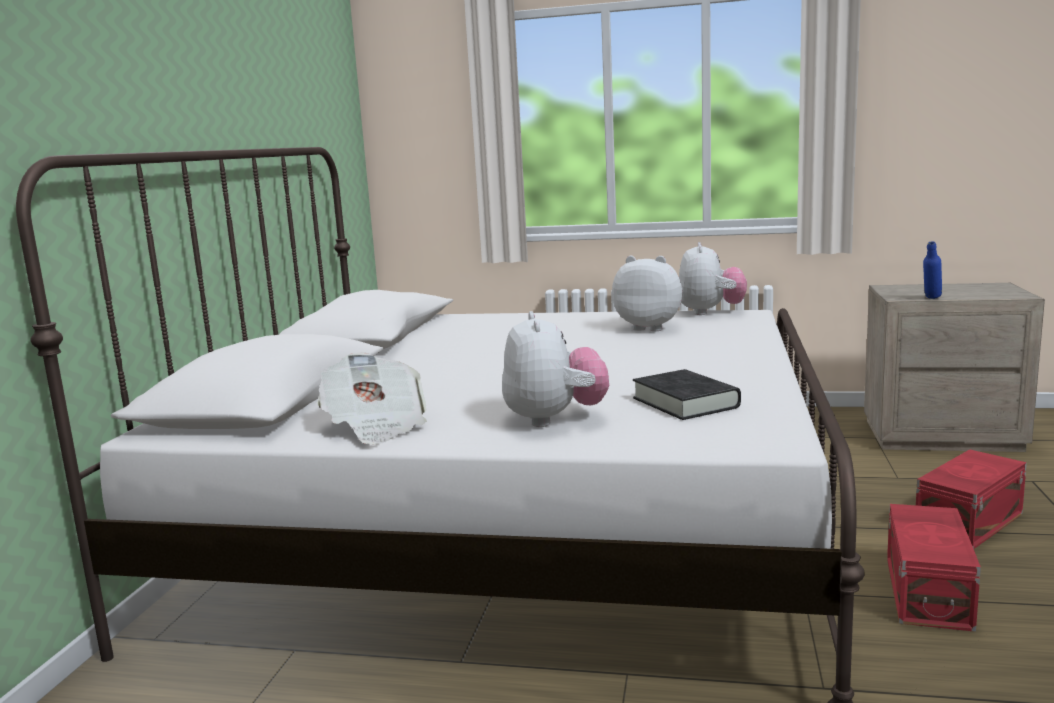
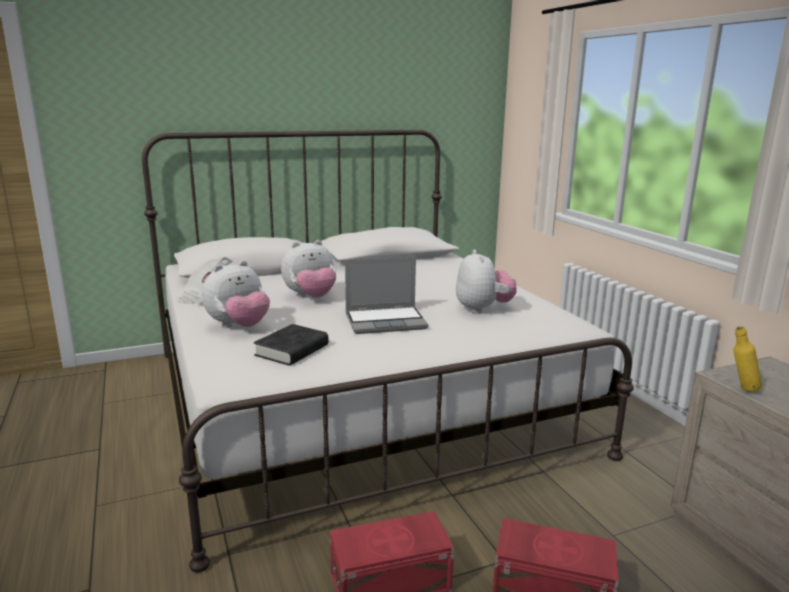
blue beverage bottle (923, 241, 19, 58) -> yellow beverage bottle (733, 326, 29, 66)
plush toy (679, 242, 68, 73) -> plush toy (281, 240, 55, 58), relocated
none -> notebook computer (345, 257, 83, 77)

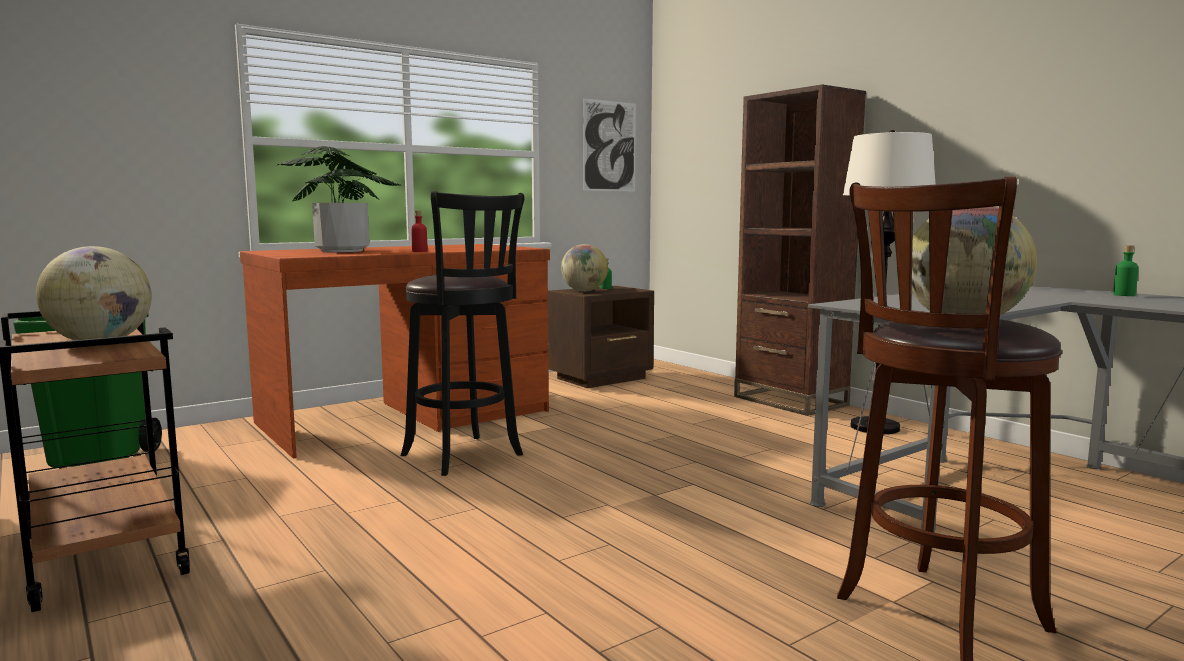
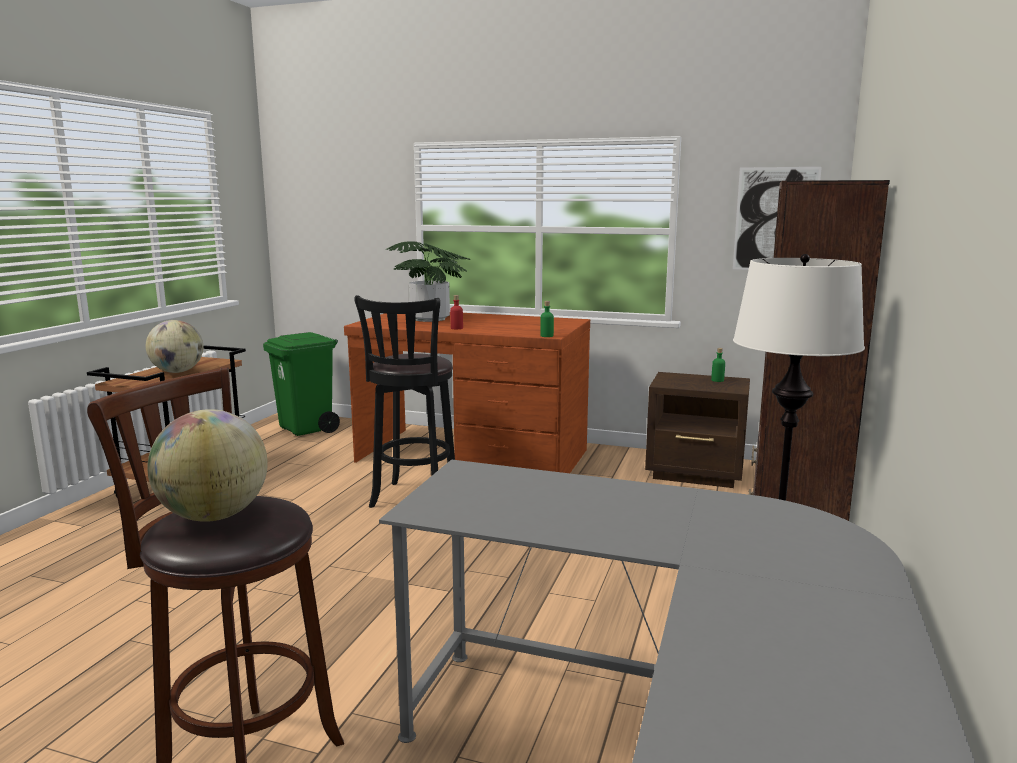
globe (561, 244, 47, 48) -> none
green beverage bottle (1113, 245, 26, 51) -> green beverage bottle (540, 301, 14, 36), relocated

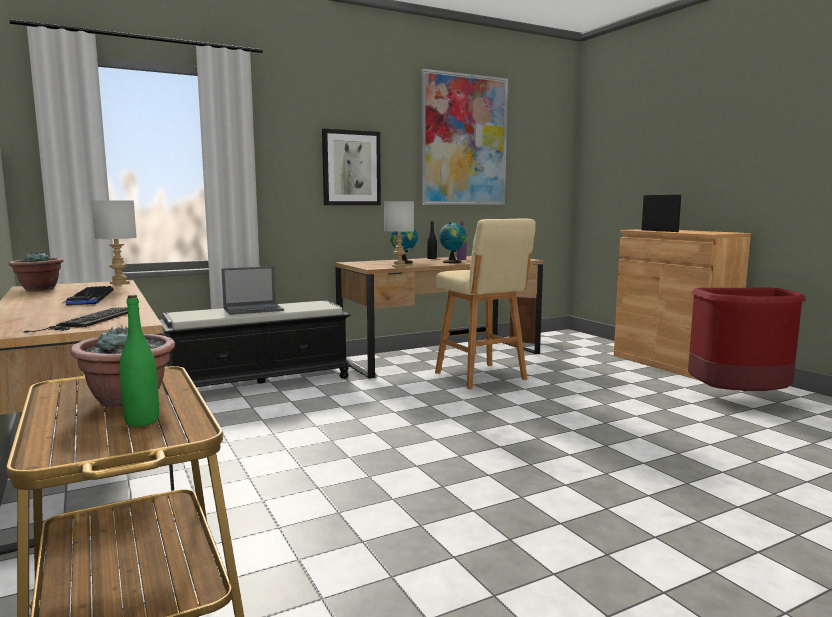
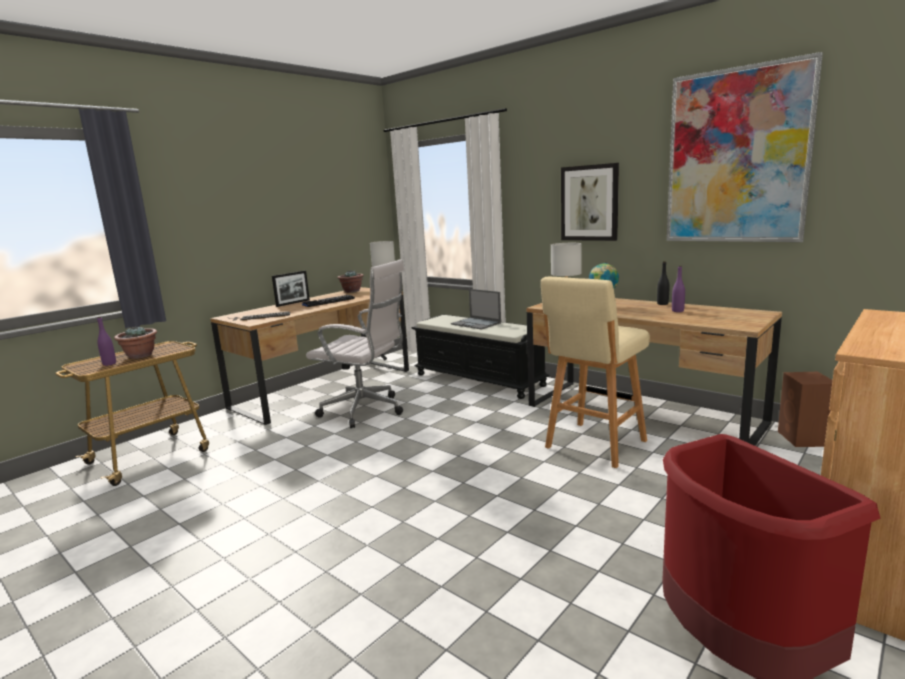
standing frame (642, 195, 39, 37) -> standing frame (272, 271, 38, 36), relocated
globe (439, 223, 28, 40) -> none
green beverage bottle (119, 295, 40, 132) -> purplish beverage bottle (97, 317, 19, 49)
none -> white computer chair (306, 259, 99, 169)

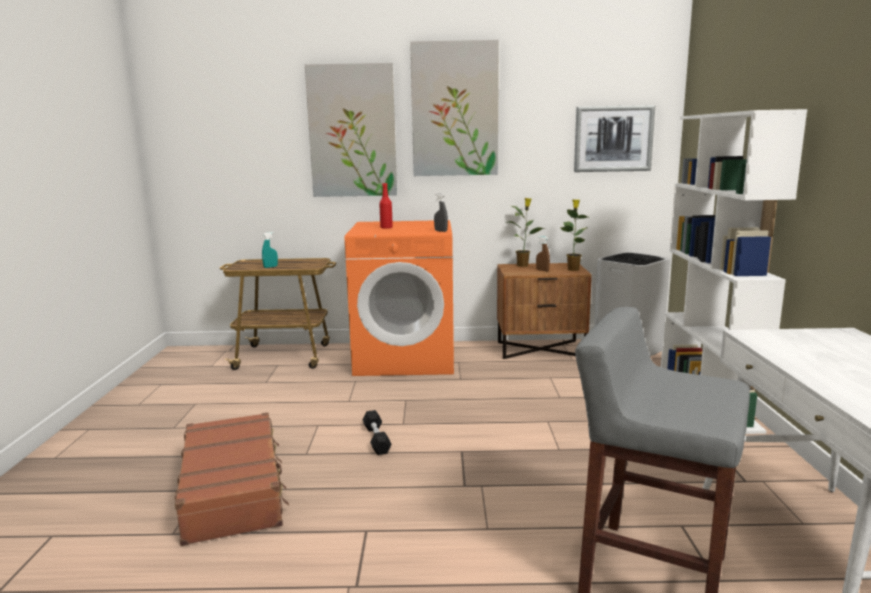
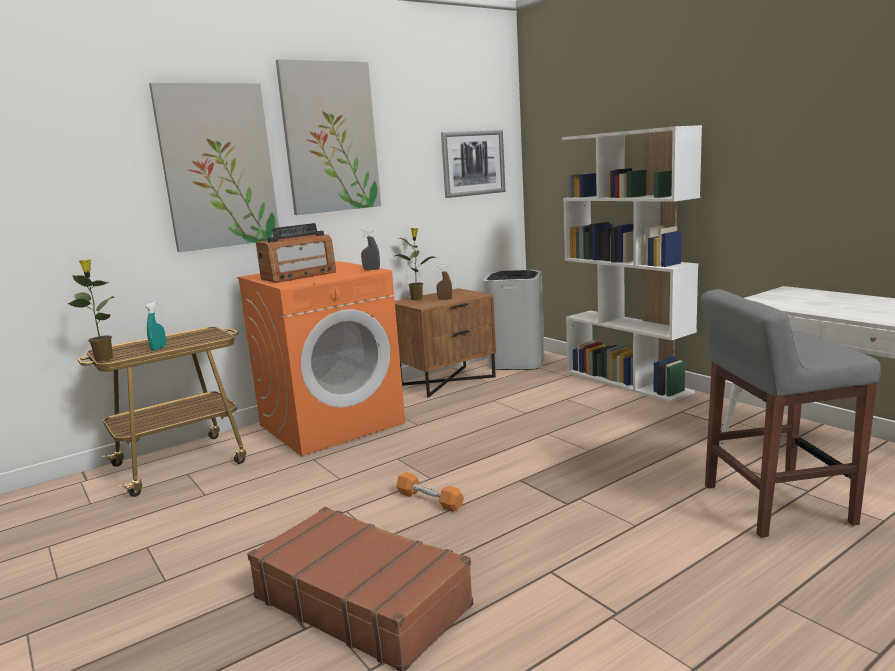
red-coloured beverage bottle (379, 183, 14, 45) -> radio receiver (256, 223, 80, 60)
potted plant (561, 199, 29, 72) -> potted plant (67, 260, 47, 101), relocated
black dumbbell (363, 410, 29, 45) -> orangey dumbbell (396, 472, 68, 40)

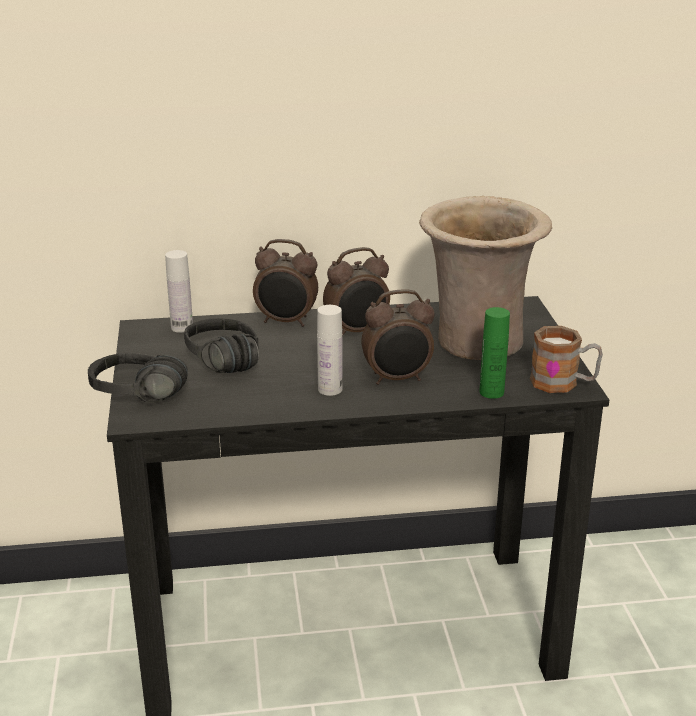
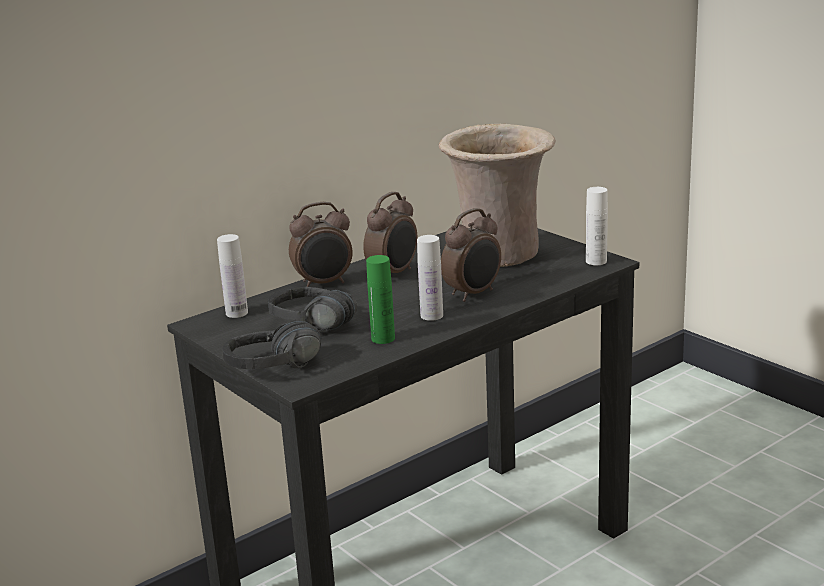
green beverage bottle (479, 307, 31, 92) -> green beverage bottle (366, 255, 29, 89), relocated
coffee mug (530, 326, 73, 67) -> white beverage bottle (586, 187, 22, 78)

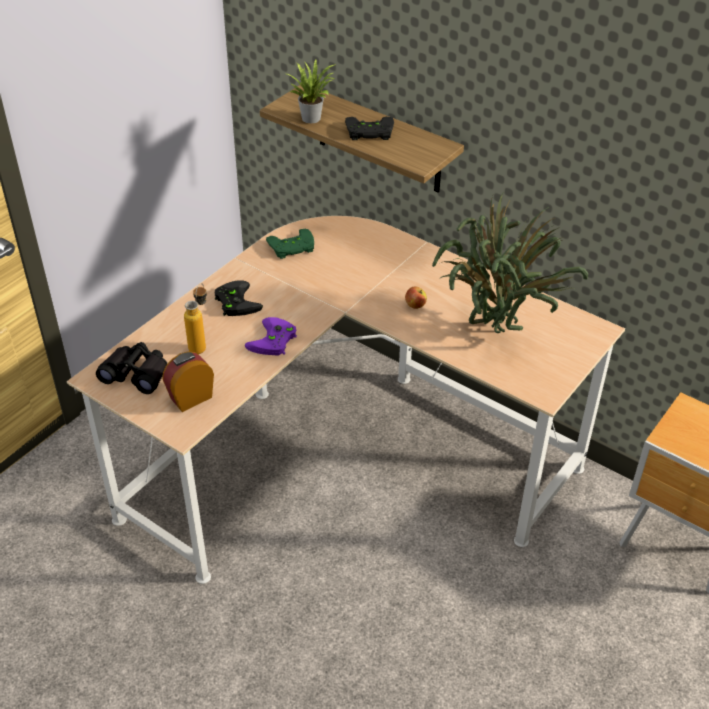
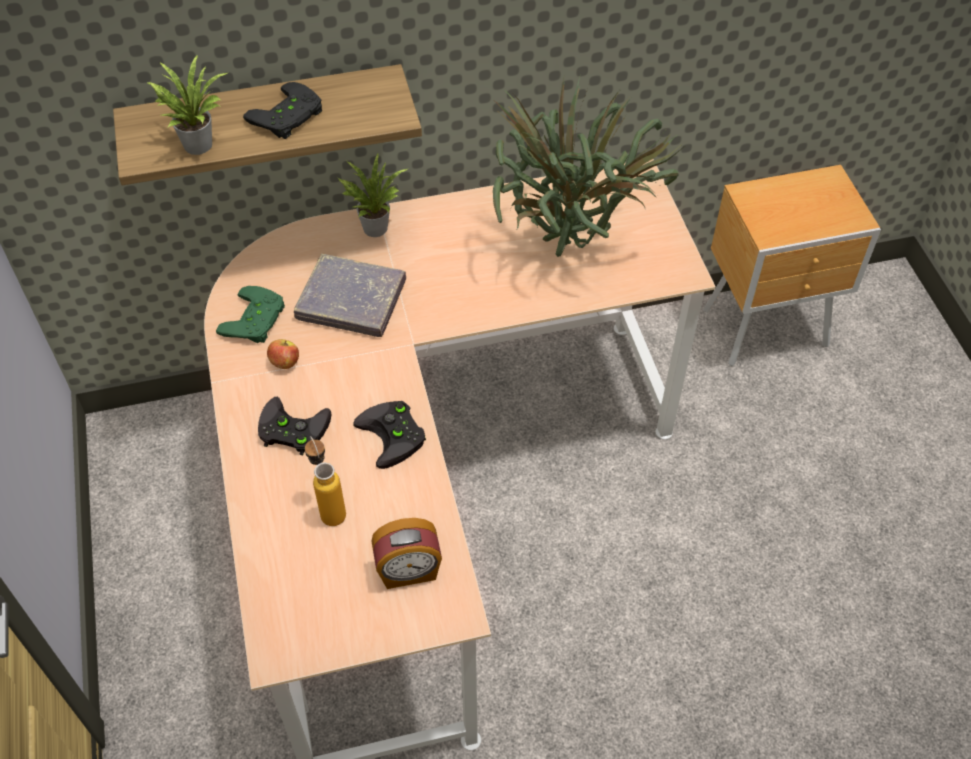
apple (405, 286, 22, 23) -> apple (267, 339, 32, 30), relocated
purplish game controller (245, 317, 52, 38) -> black game controller (353, 401, 73, 68)
black pair of binoculars (96, 342, 71, 52) -> none
alarm clock (162, 351, 52, 61) -> alarm clock (371, 518, 71, 71), 105 degrees counterclockwise
none -> potted plant (338, 154, 69, 83)
none -> grey bound book (294, 254, 112, 83)

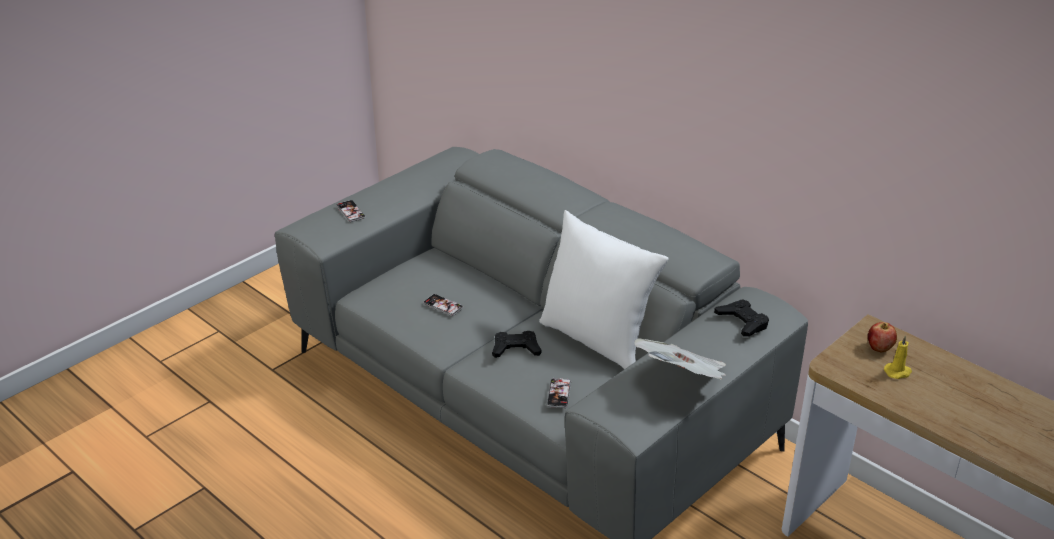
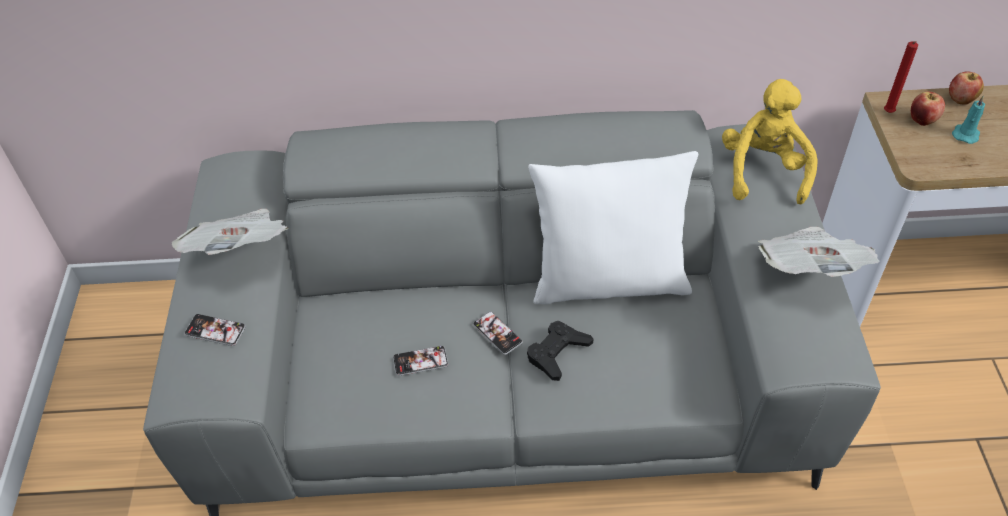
black game controller (714, 299, 55, 38) -> yellow plush toy (722, 79, 96, 126)
yellow wax light (884, 335, 28, 44) -> turquoise wax light (952, 95, 33, 49)
phone (547, 378, 24, 30) -> phone (473, 311, 50, 44), relocated
none -> red-coloured wax light (884, 41, 34, 72)
none -> apple (949, 71, 35, 34)
none -> printed paper (172, 209, 116, 46)

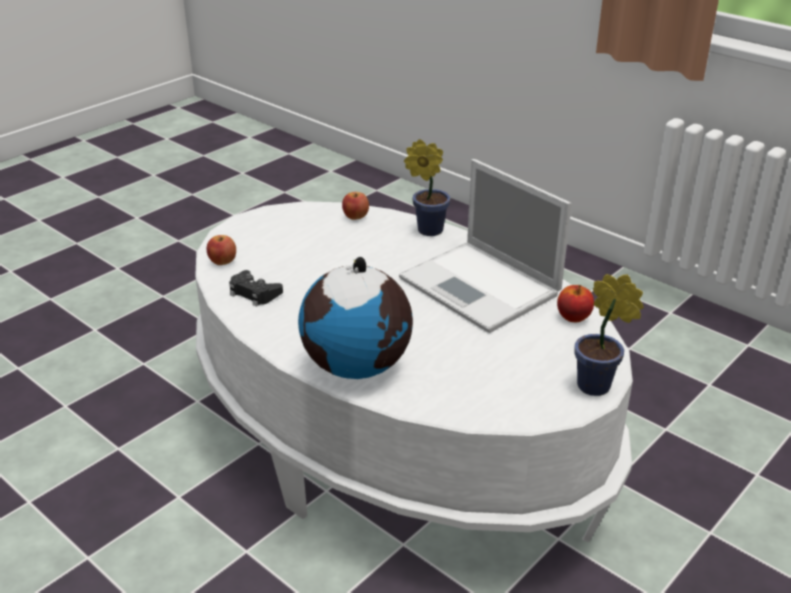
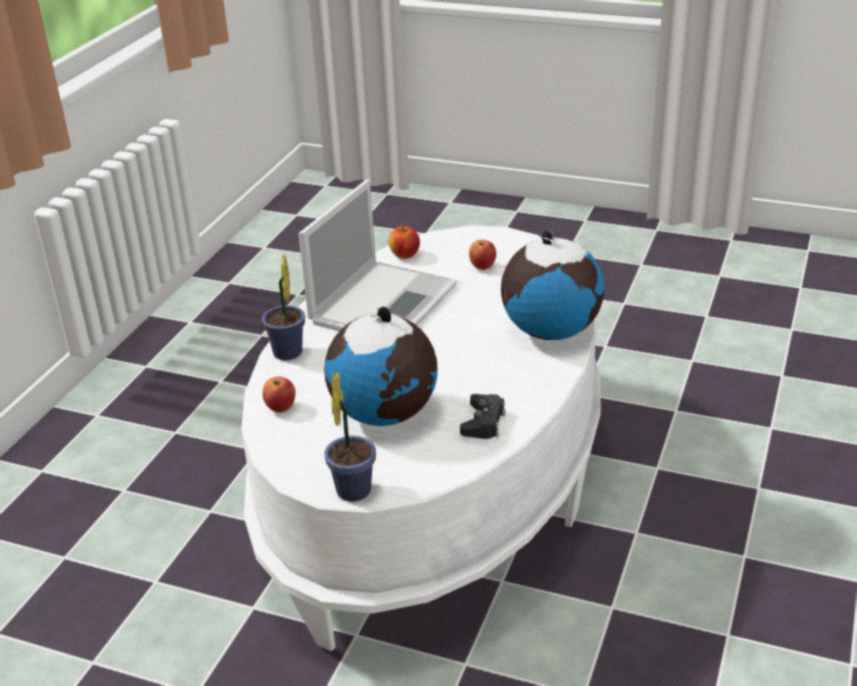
apple (207, 235, 29, 30) -> apple (469, 240, 27, 30), relocated
potted plant (574, 274, 70, 122) -> potted plant (324, 371, 52, 131), relocated
none -> globe (324, 306, 114, 120)

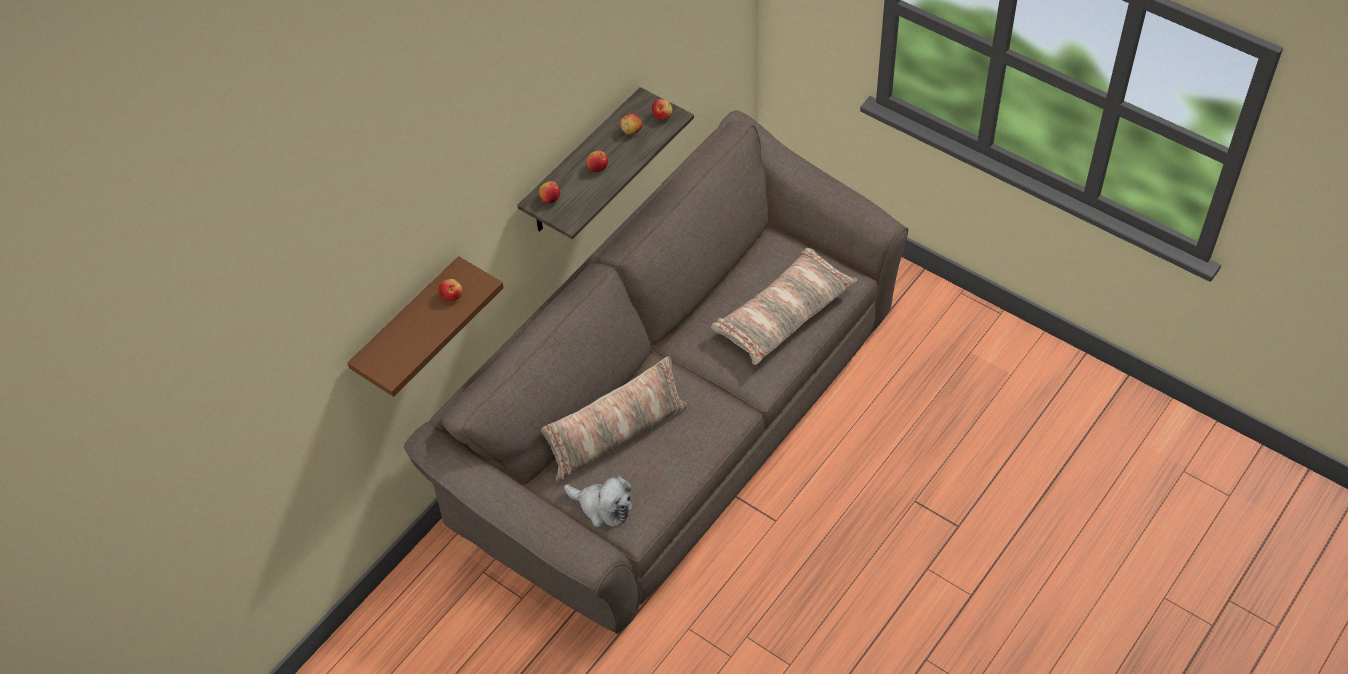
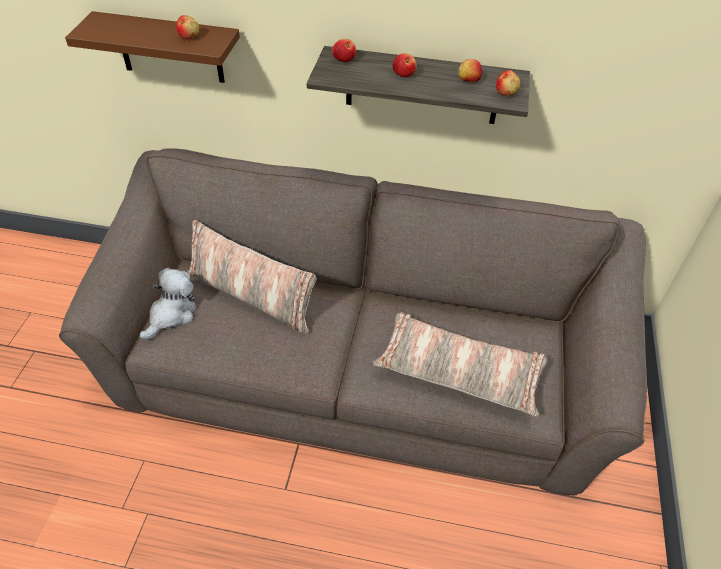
plush toy (564, 475, 69, 53) -> plush toy (140, 268, 56, 72), 150 degrees counterclockwise

